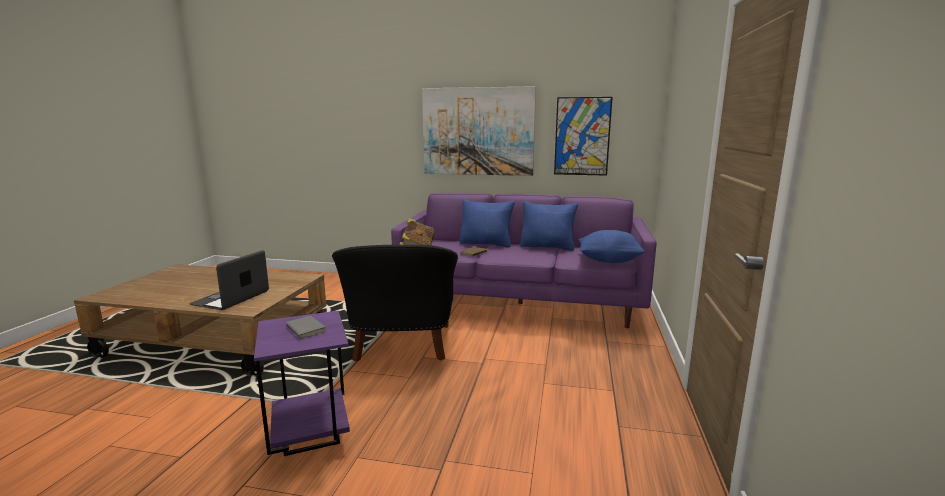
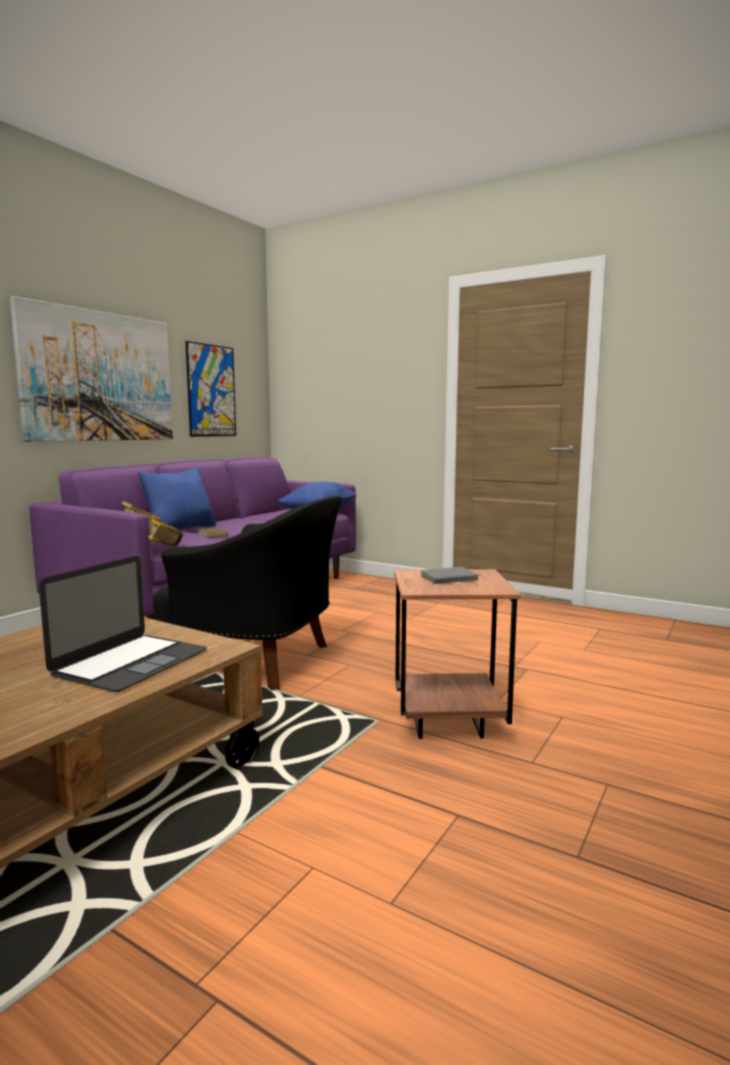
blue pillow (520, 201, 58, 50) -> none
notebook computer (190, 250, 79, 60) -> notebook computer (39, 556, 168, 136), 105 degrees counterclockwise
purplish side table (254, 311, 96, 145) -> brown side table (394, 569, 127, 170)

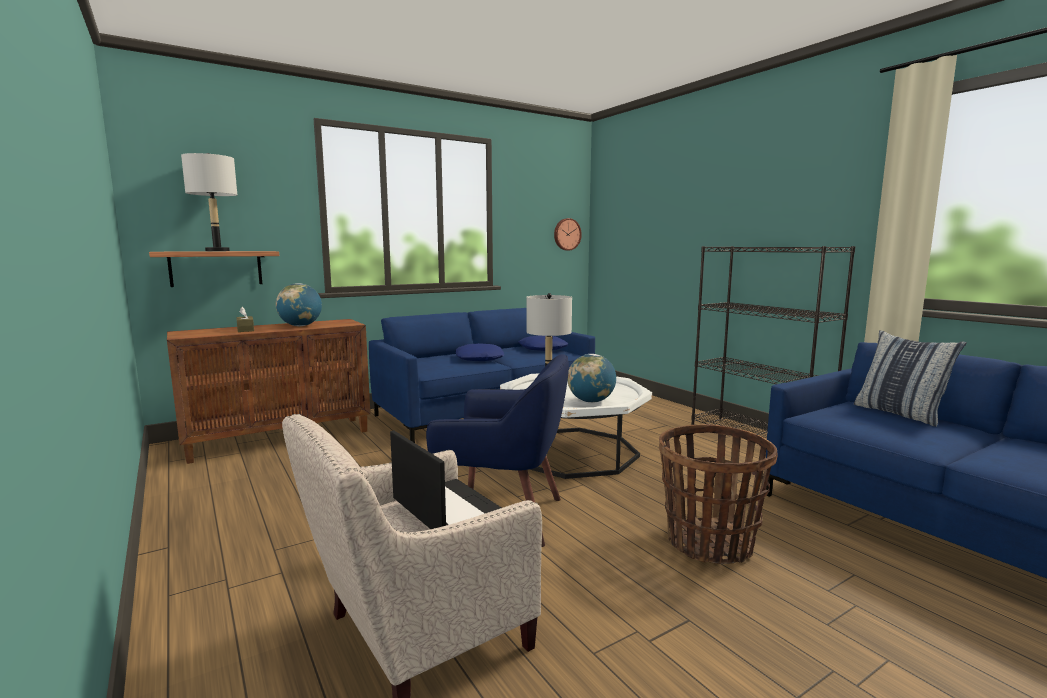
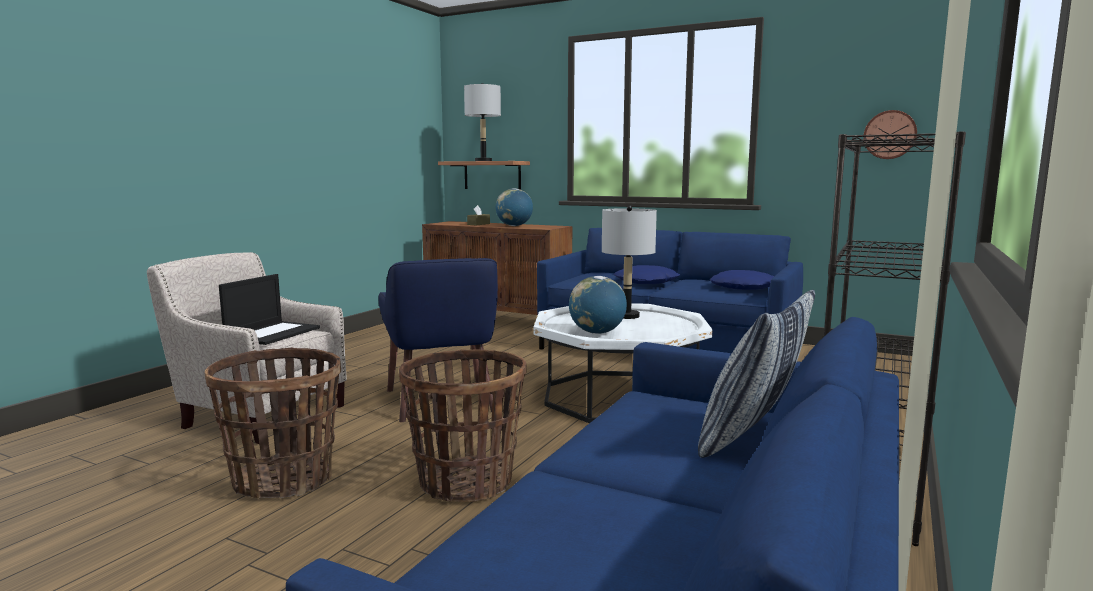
none -> storage basket (205, 348, 136, 150)

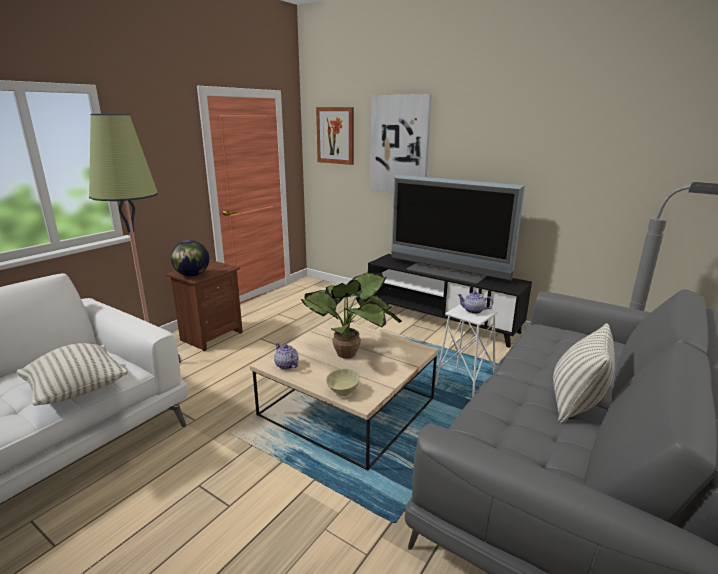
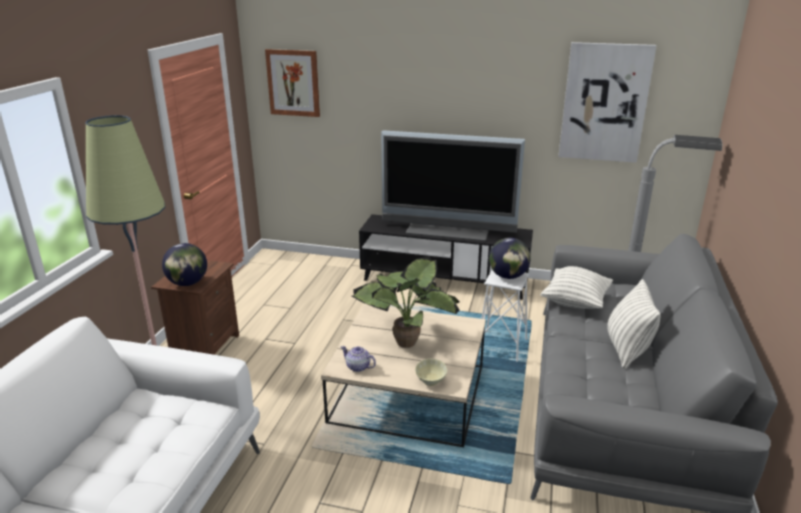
wall picture (370, 94, 62, 98) -> wall picture (558, 42, 98, 121), relocated
teapot (457, 291, 36, 23) -> globe (489, 238, 42, 41)
pillow (16, 343, 112, 63) -> pillow (541, 266, 72, 43), relocated

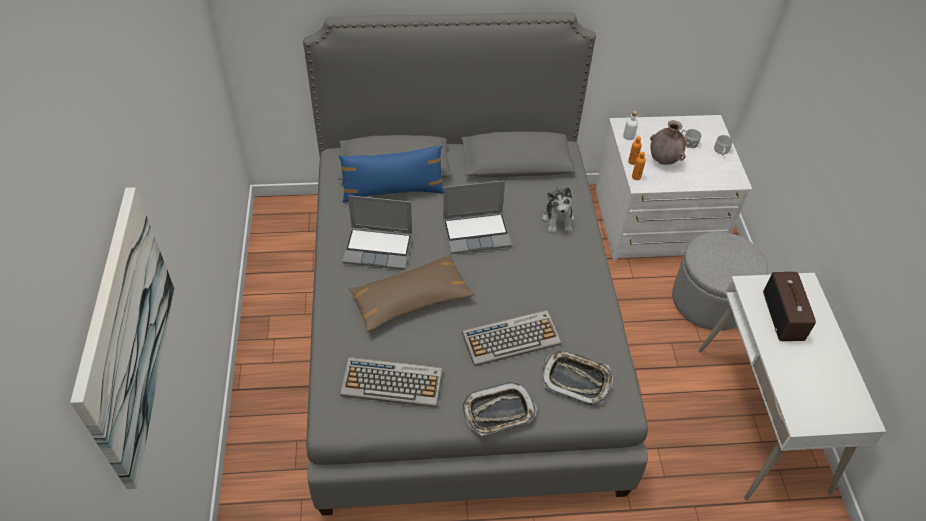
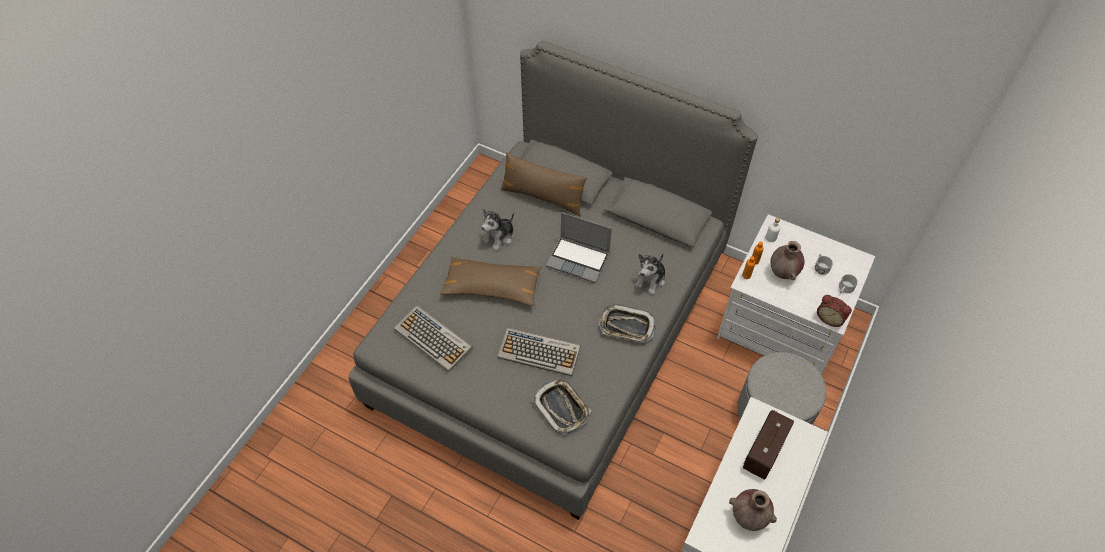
blue pillow (339, 145, 105, 58) -> brown pillow (501, 152, 86, 64)
wall picture (70, 187, 104, 302) -> none
notebook computer (342, 195, 70, 75) -> plush toy (481, 209, 33, 42)
carrying tray (462, 382, 75, 54) -> carrying tray (599, 304, 57, 38), relocated
none -> alarm clock (817, 295, 35, 32)
none -> brown decorative vase (729, 489, 48, 42)

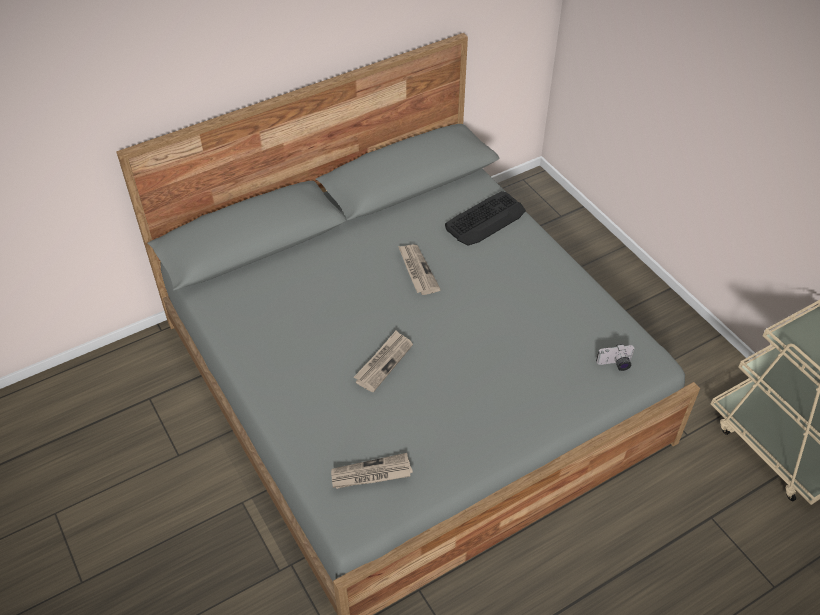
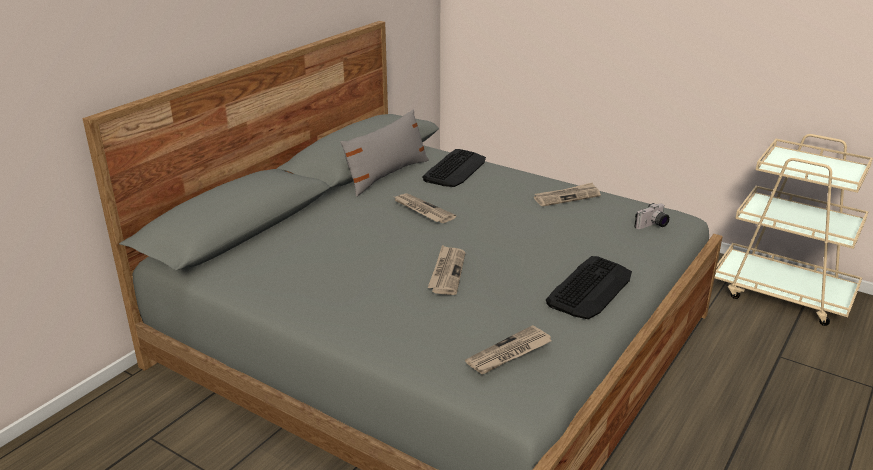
none -> grey pillow (340, 109, 89, 88)
none -> printed paper (534, 182, 67, 24)
none -> computer keyboard (546, 256, 86, 63)

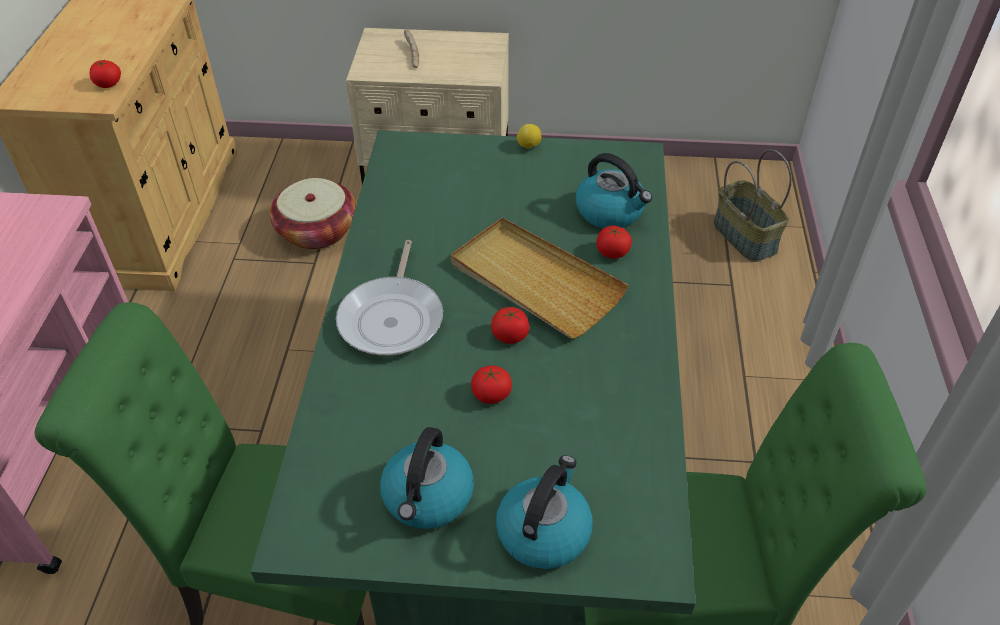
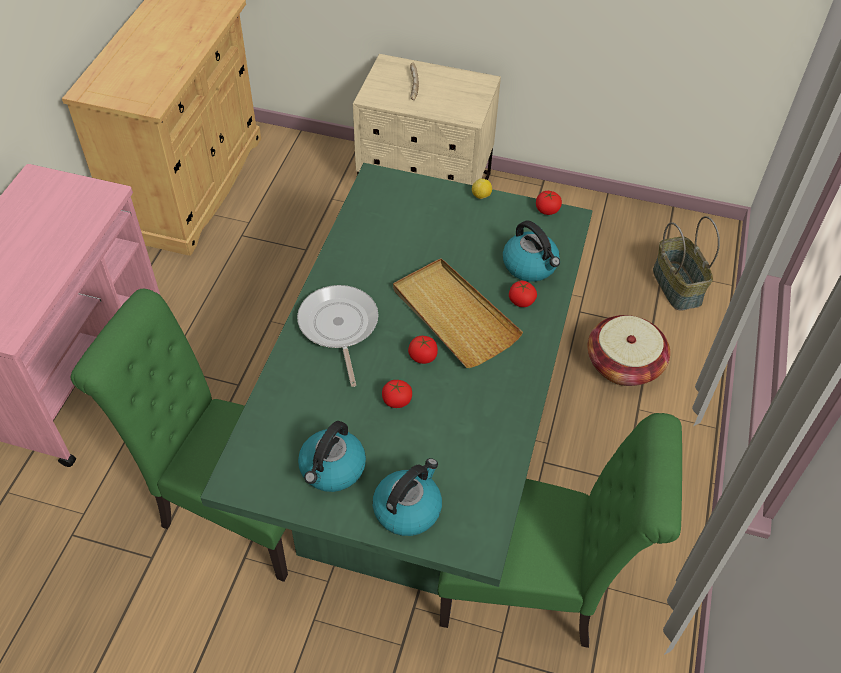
tomato (90, 60, 31, 28) -> tomato (536, 191, 26, 24), relocated
storage basket (269, 178, 87, 71) -> storage basket (587, 315, 83, 71), relocated
pan (336, 240, 107, 115) -> pan (297, 285, 81, 102), 150 degrees clockwise

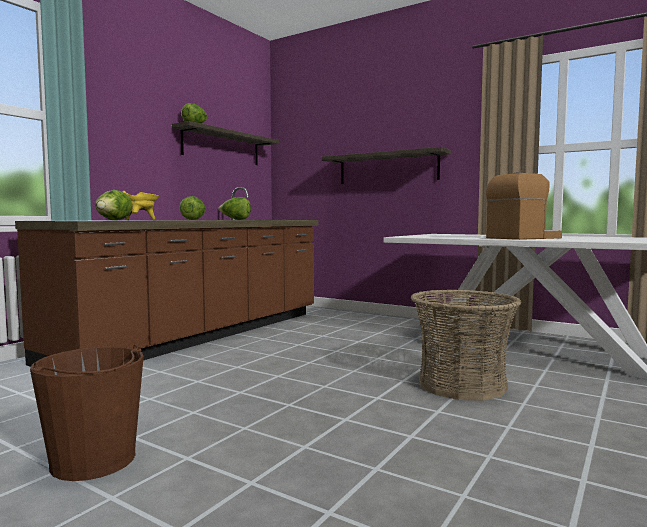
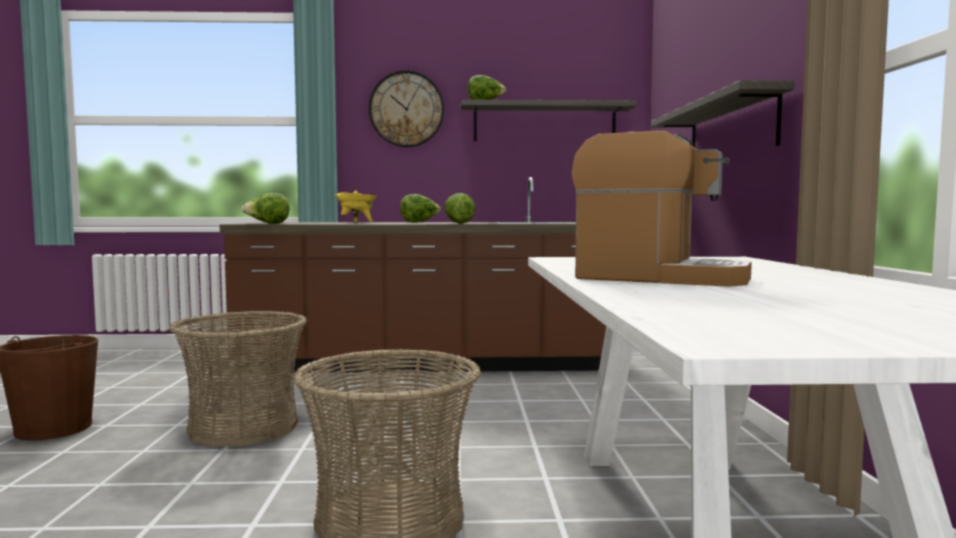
none -> hanging clock (369, 70, 75, 77)
none -> storage basket (169, 311, 138, 136)

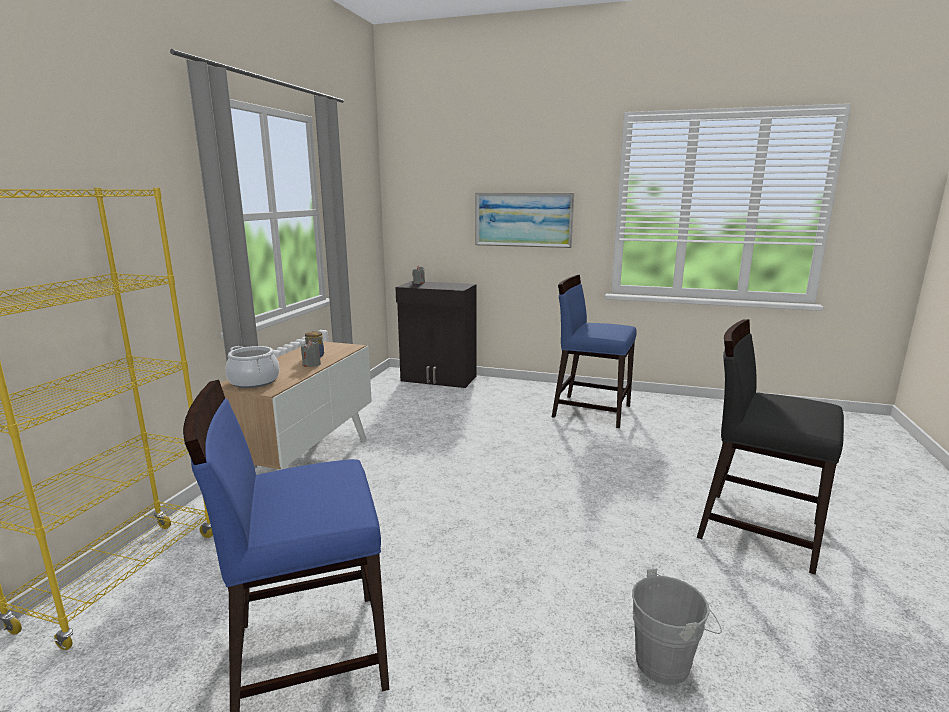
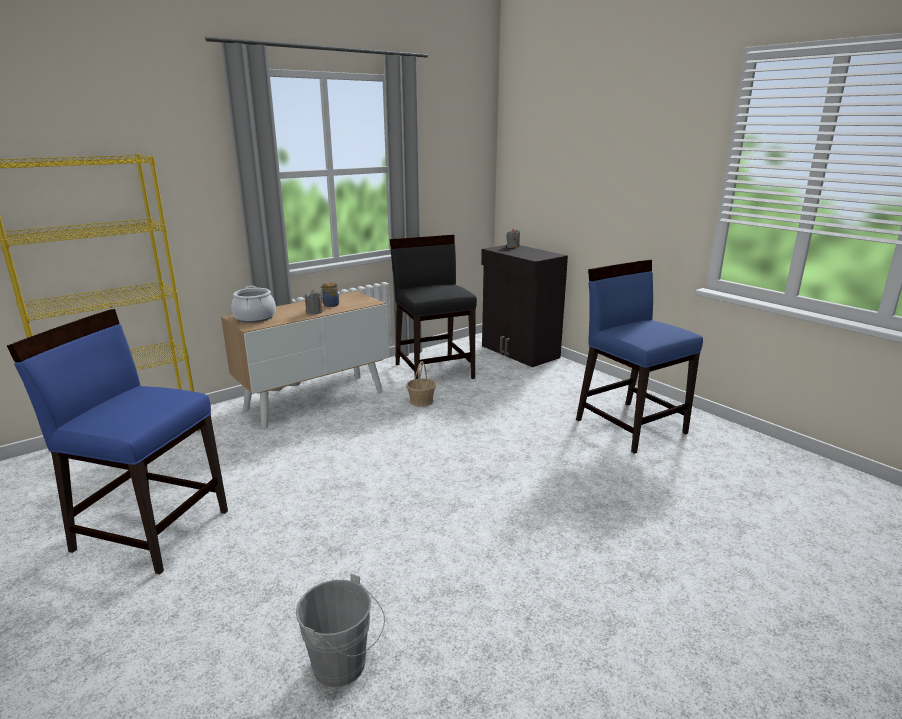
wall picture (475, 193, 99, 55) -> none
black upright chair (697, 319, 147, 256) -> black upright chair (390, 235, 87, 144), relocated
none -> storage basket (407, 361, 29, 46)

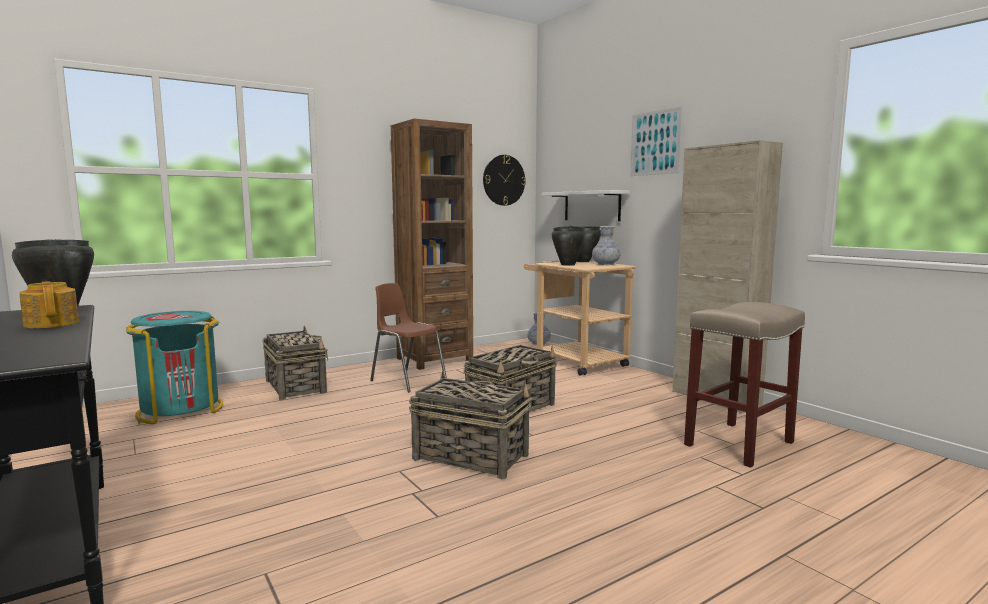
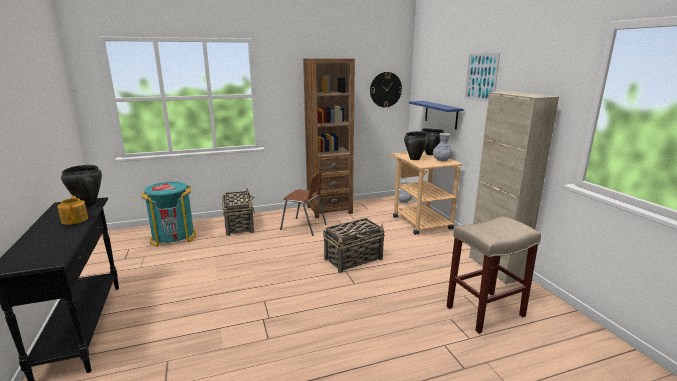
white bracket shelf (542, 190, 88, 31) -> blue bracket shelf (409, 101, 55, 28)
brown upright chair (370, 283, 77, 110) -> brown upright chair (280, 171, 47, 65), 150 degrees clockwise
storage basket (409, 371, 123, 108) -> none

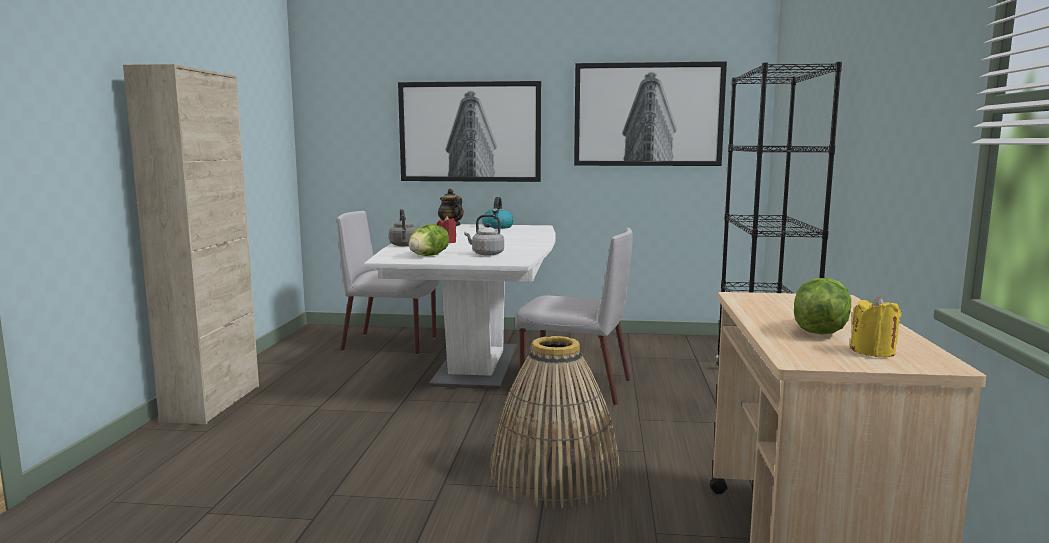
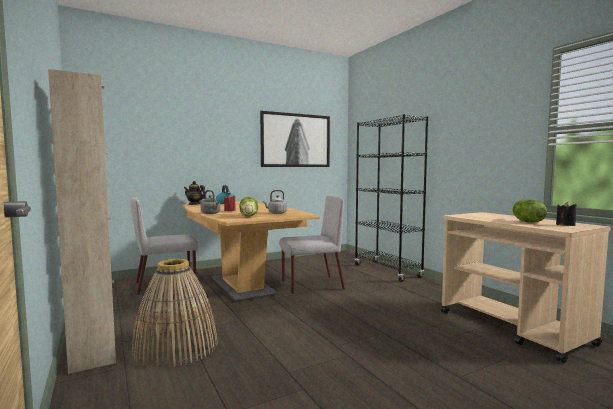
wall picture (398, 81, 143, 101) -> none
white kitchen table (364, 224, 192, 165) -> brown kitchen table (183, 201, 137, 101)
yellow wax light (850, 295, 51, 62) -> black wax light (556, 202, 21, 24)
storage basket (490, 336, 130, 173) -> storage basket (132, 259, 86, 109), relocated

